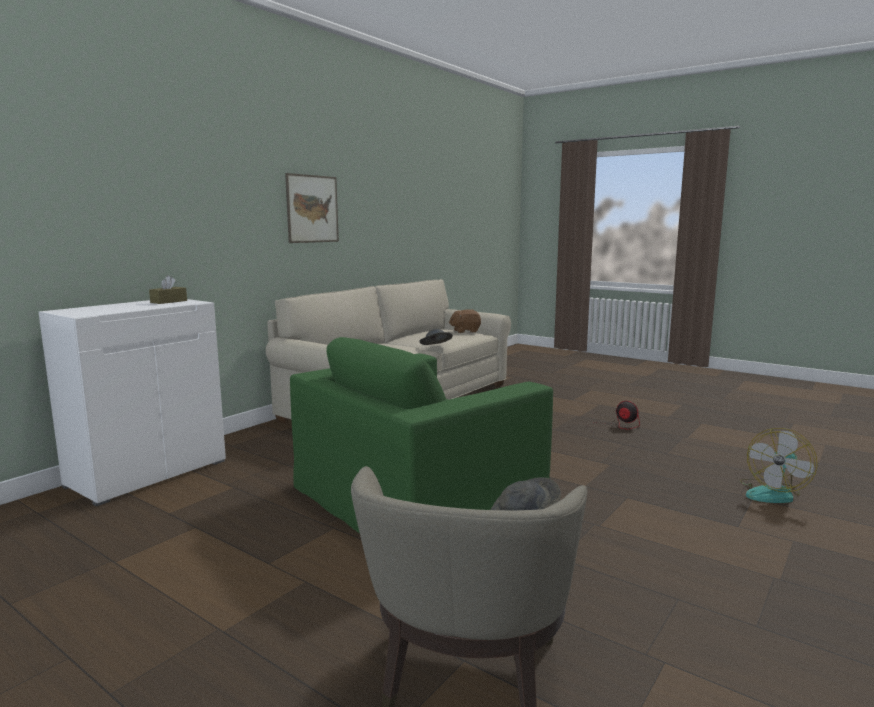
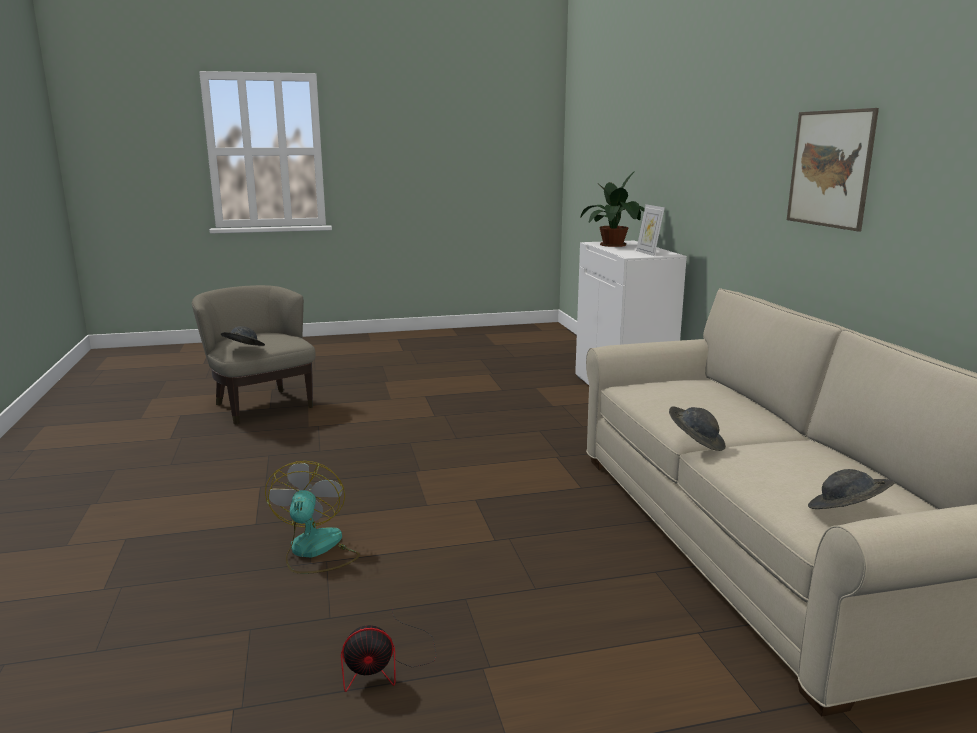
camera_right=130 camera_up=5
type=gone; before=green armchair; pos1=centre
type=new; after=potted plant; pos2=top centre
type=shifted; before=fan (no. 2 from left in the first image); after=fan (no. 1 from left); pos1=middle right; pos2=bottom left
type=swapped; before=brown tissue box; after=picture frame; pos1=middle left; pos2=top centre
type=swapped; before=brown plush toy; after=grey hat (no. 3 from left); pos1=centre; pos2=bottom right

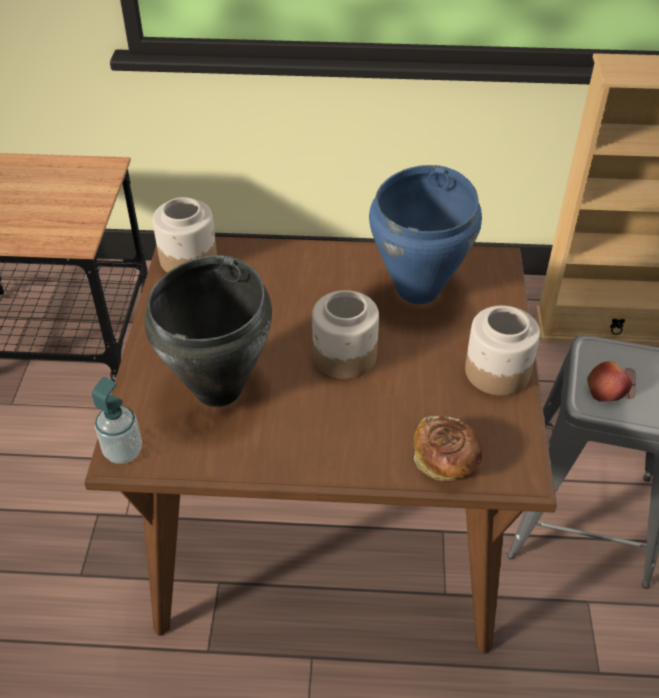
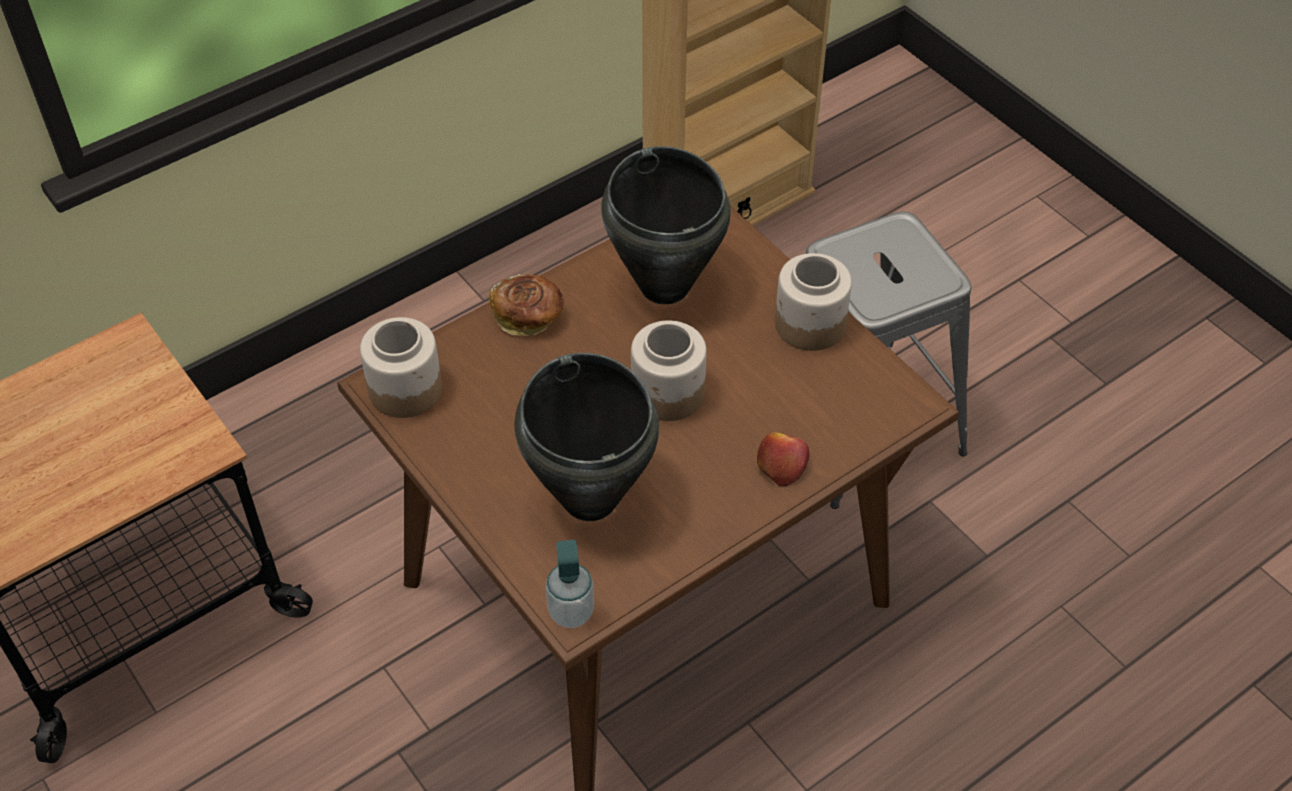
camera_right=-40 camera_up=5
type=shifted; before=bread; pos1=middle right; pos2=centre
type=shifted; before=apple; pos1=middle right; pos2=centre
type=repainted; before=blue cooking pot; after=black cooking pot (no. 2 from left); pos1=centre; pos2=top centre

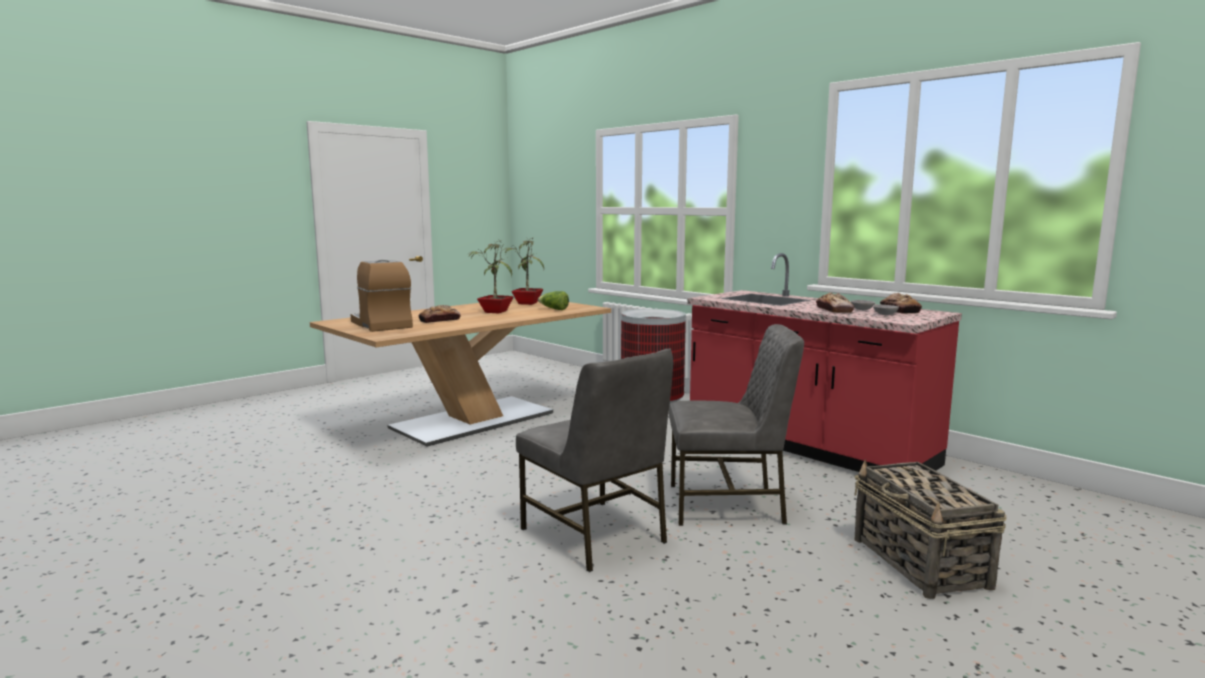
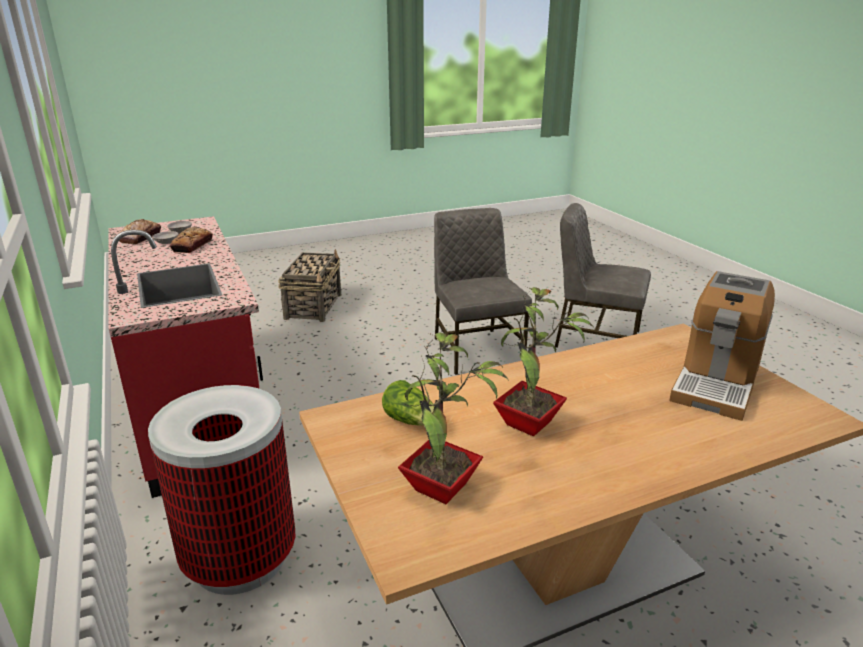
camera_right=-160 camera_up=15
type=gone; before=bread (no. 1 from left); pos1=centre
type=shifted; before=grey chair (no. 2 from left); pos1=centre; pos2=middle right
type=rotated; before=coffee machine; pos1=middle left; pos2=middle right; turn=45

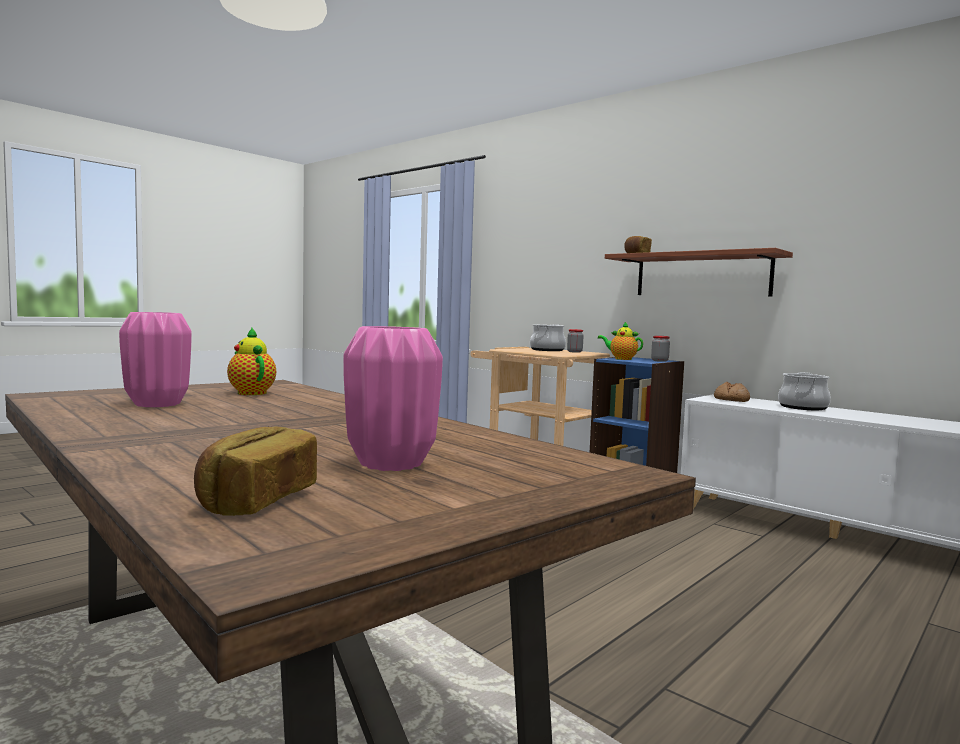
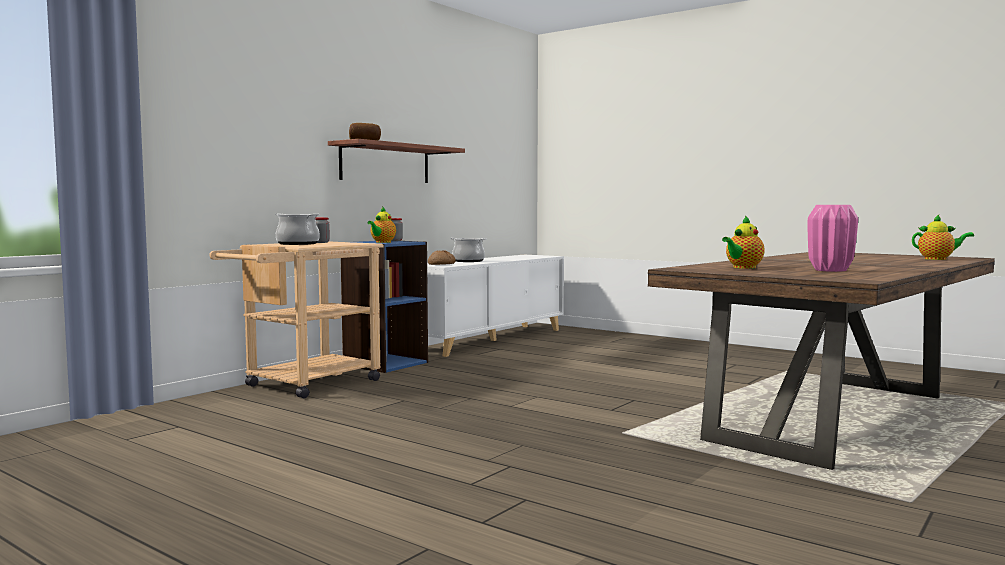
camera_right=-95 camera_up=0
type=gone; before=pink vase (no. 2 from left); pos1=centre
type=swapped; before=bread (no. 1 from left); after=teapot (no. 3 from left); pos1=middle left; pos2=middle right

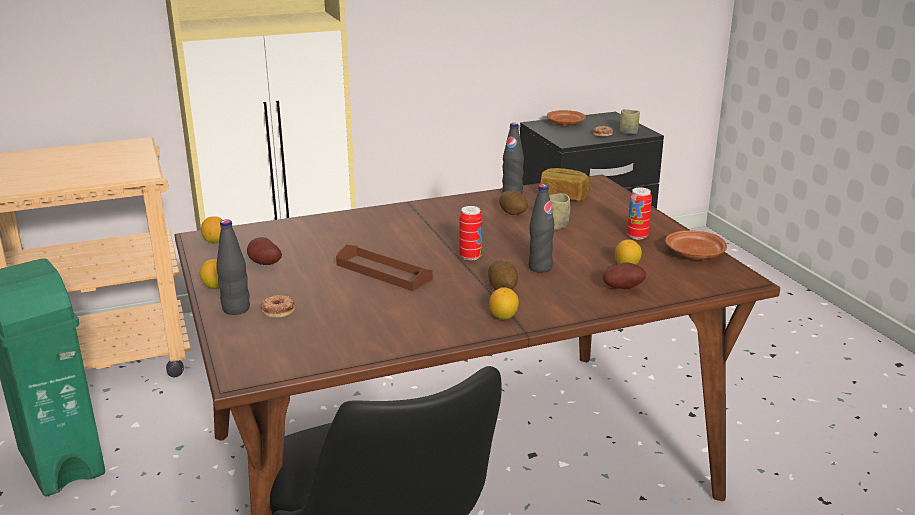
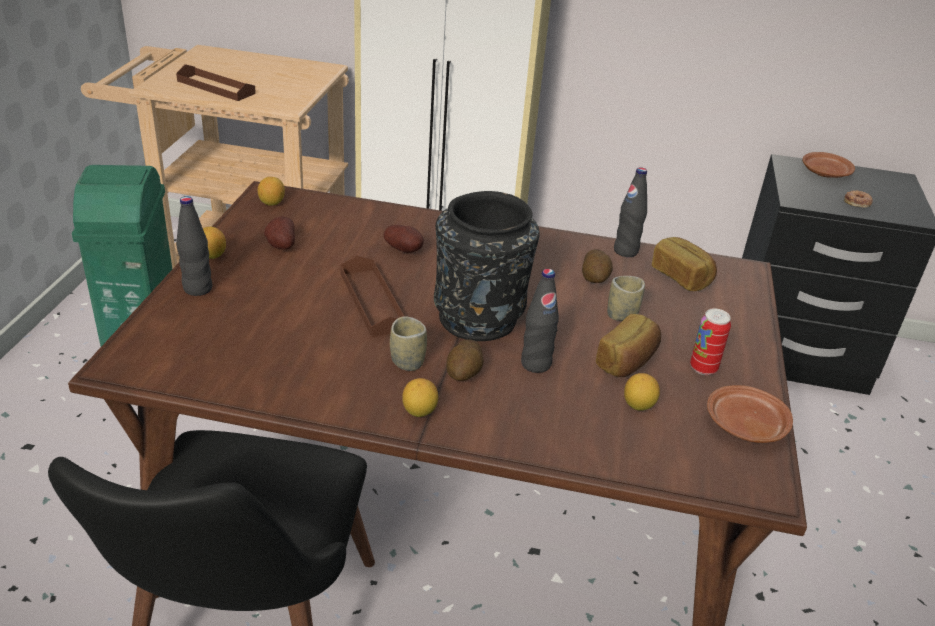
camera_right=30 camera_up=10
type=gone; before=donut (no. 1 from left); pos1=middle left
type=new; after=brown tray (no. 1 from left); pos2=top left
type=new; after=bread (no. 1 from left); pos2=middle right
type=shifted; before=potato (no. 4 from left in the first image); after=potato (no. 2 from left); pos1=middle right; pos2=centre
type=shifted; before=cup (no. 2 from left in the first image); after=cup (no. 1 from left); pos1=top right; pos2=centre
type=swapped; before=can (no. 1 from left); after=black vase; pos1=centre; pos2=centre

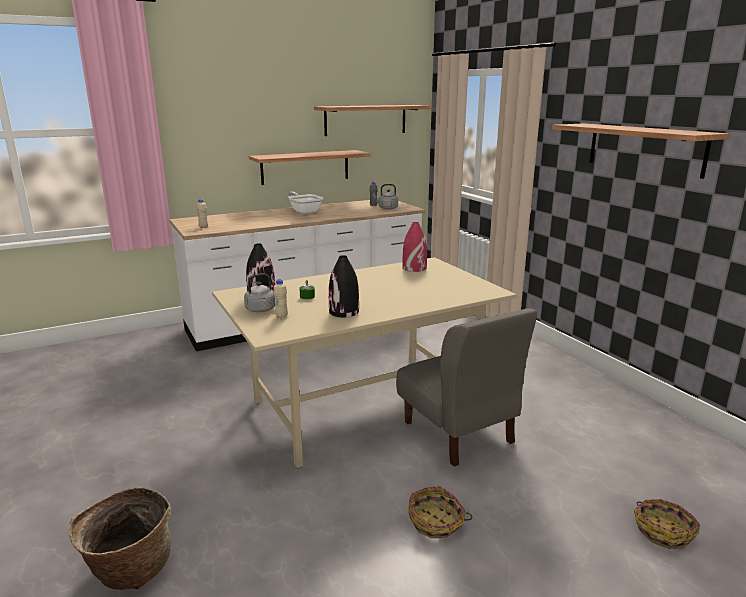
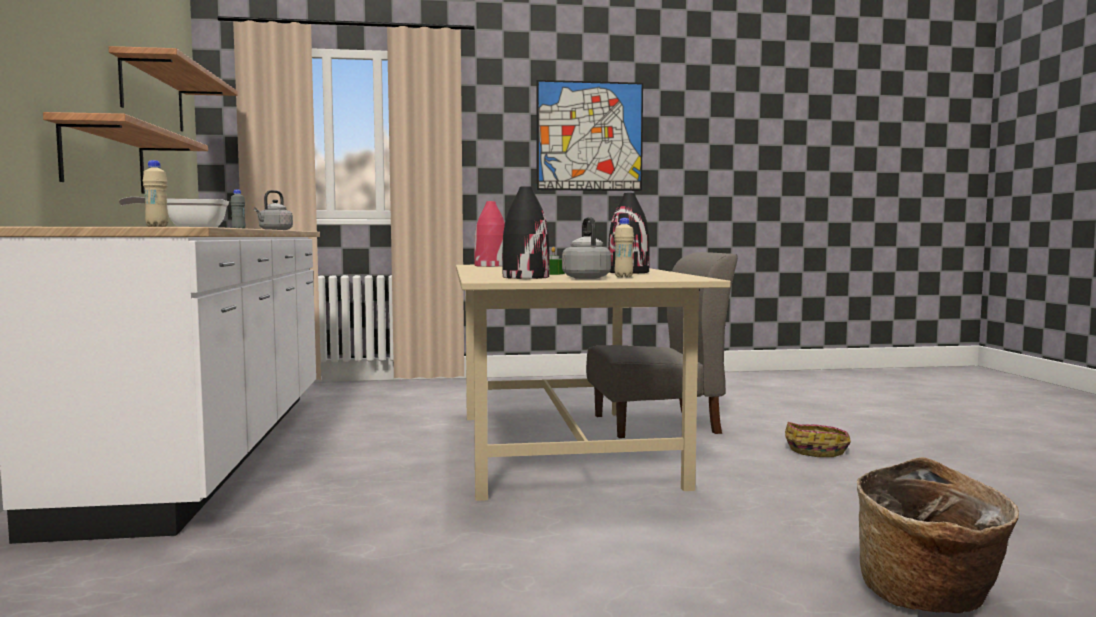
camera_right=-70 camera_up=-15
type=gone; before=basket (no. 3 from left); pos1=bottom right
type=swapped; before=shelf (no. 3 from left); after=picture; pos1=top right; pos2=top centre

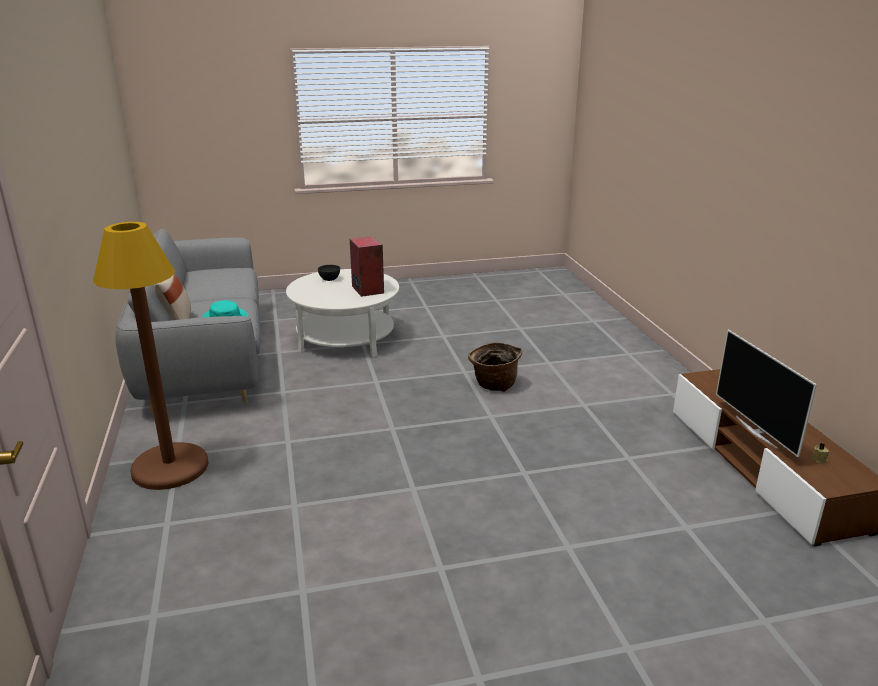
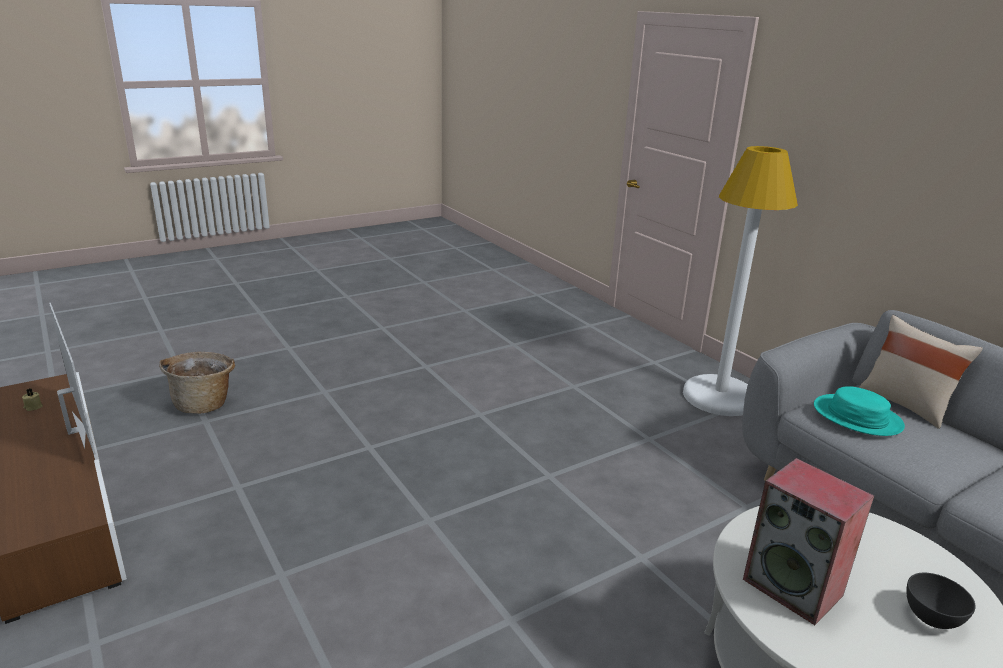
camera_right=160 camera_up=0
type=shifted; before=basket; pos1=centre; pos2=middle left
type=repainted; before=brown floor lamp; after=white floor lamp; pos1=middle left; pos2=middle right

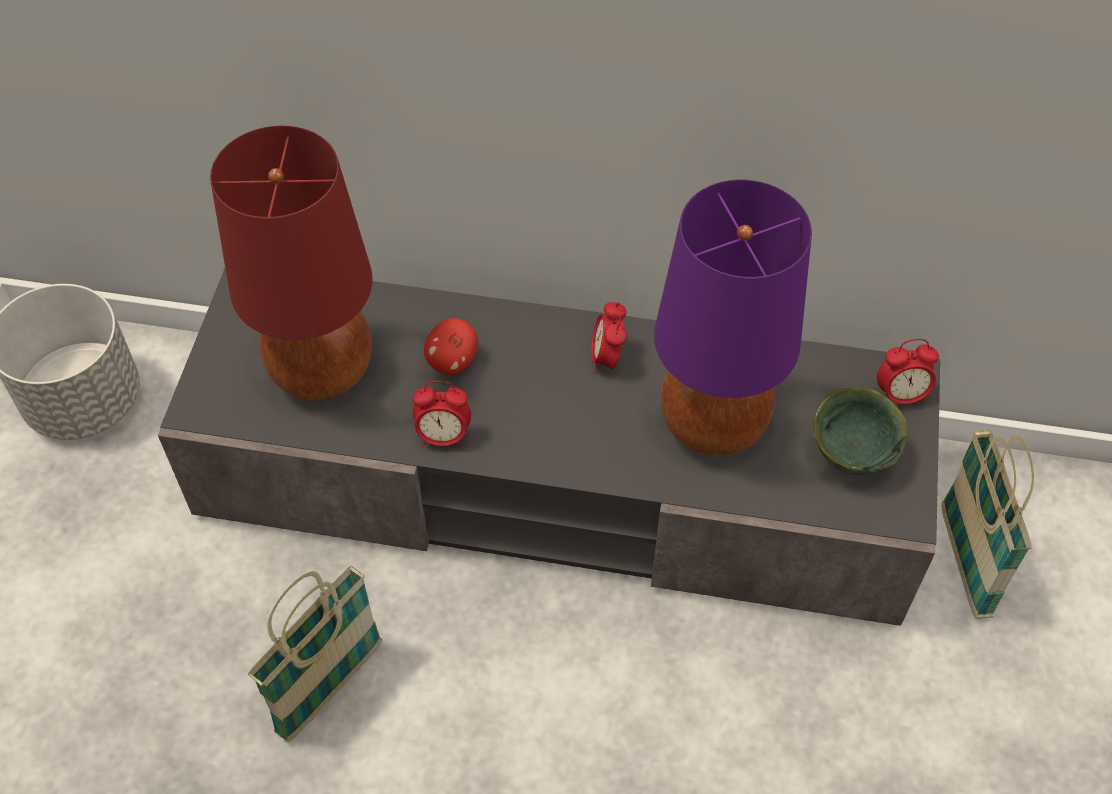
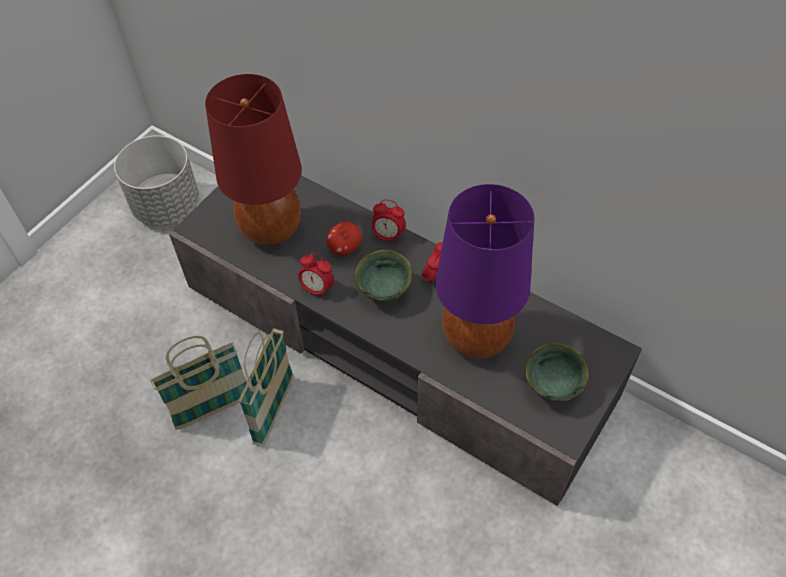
camera_right=25 camera_up=0
type=new; after=green bowl (no. 1 from left); pos2=centre
type=shifted; before=alarm clock (no. 3 from left in the first image); after=alarm clock (no. 2 from left); pos1=middle right; pos2=centre
type=shifted; before=basket (no. 2 from left); pos1=middle right; pos2=bottom centre

